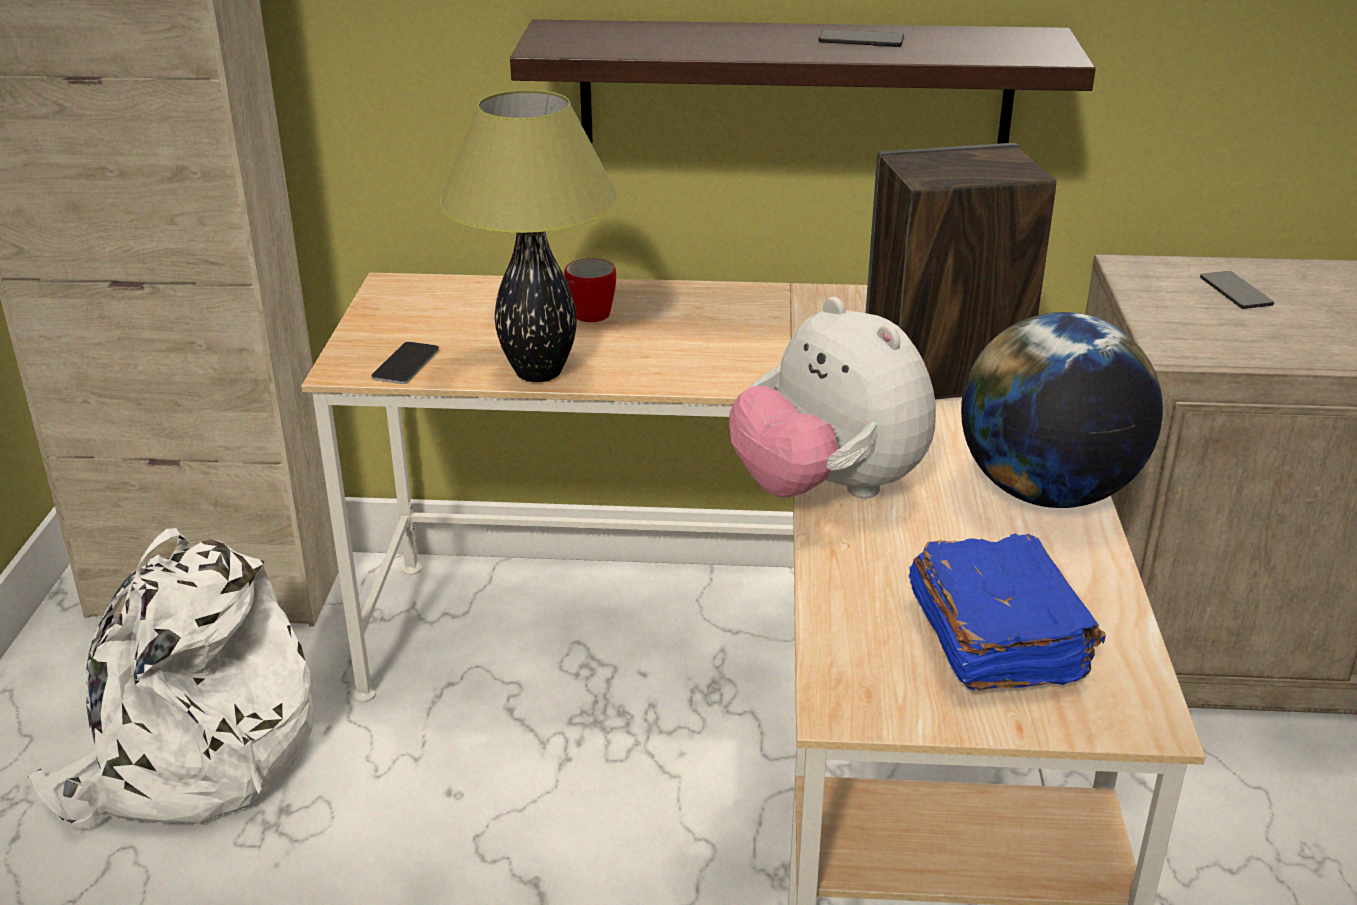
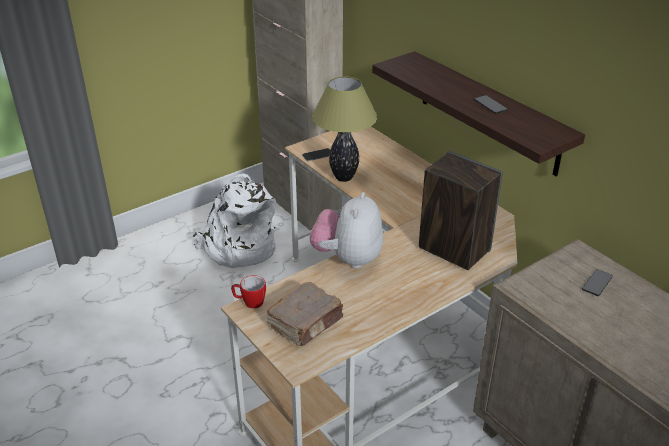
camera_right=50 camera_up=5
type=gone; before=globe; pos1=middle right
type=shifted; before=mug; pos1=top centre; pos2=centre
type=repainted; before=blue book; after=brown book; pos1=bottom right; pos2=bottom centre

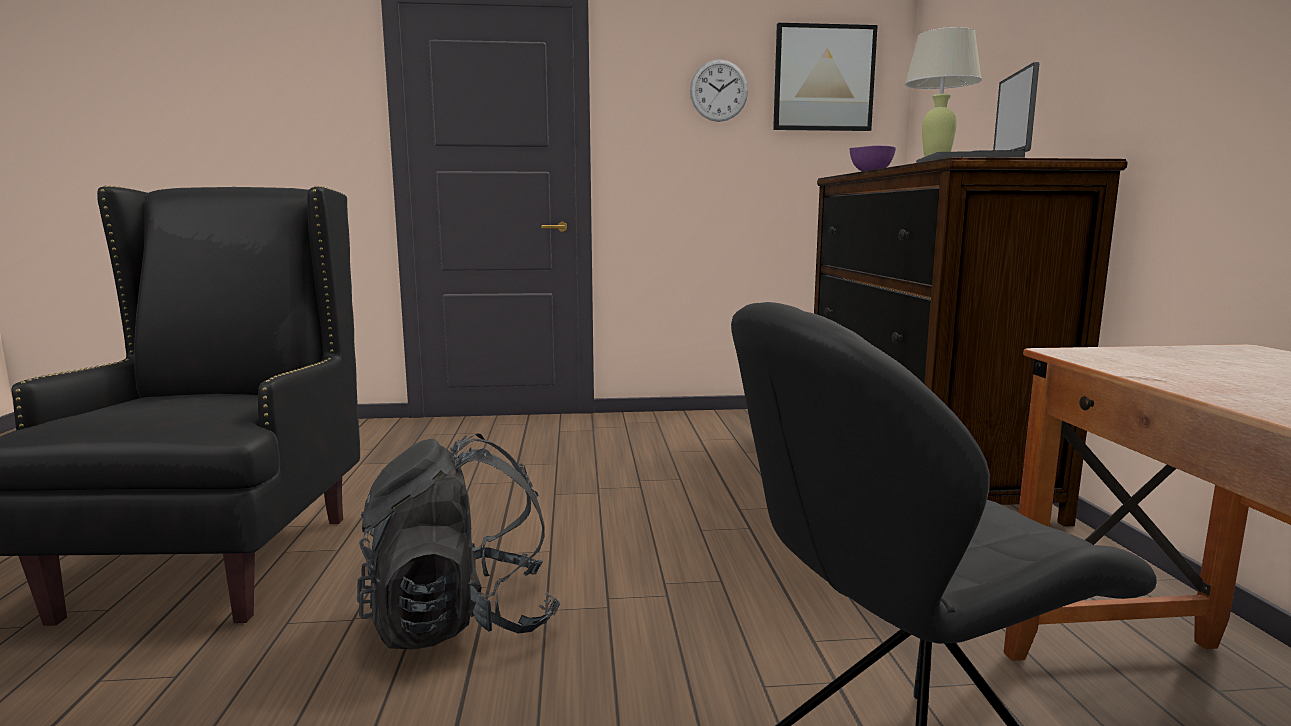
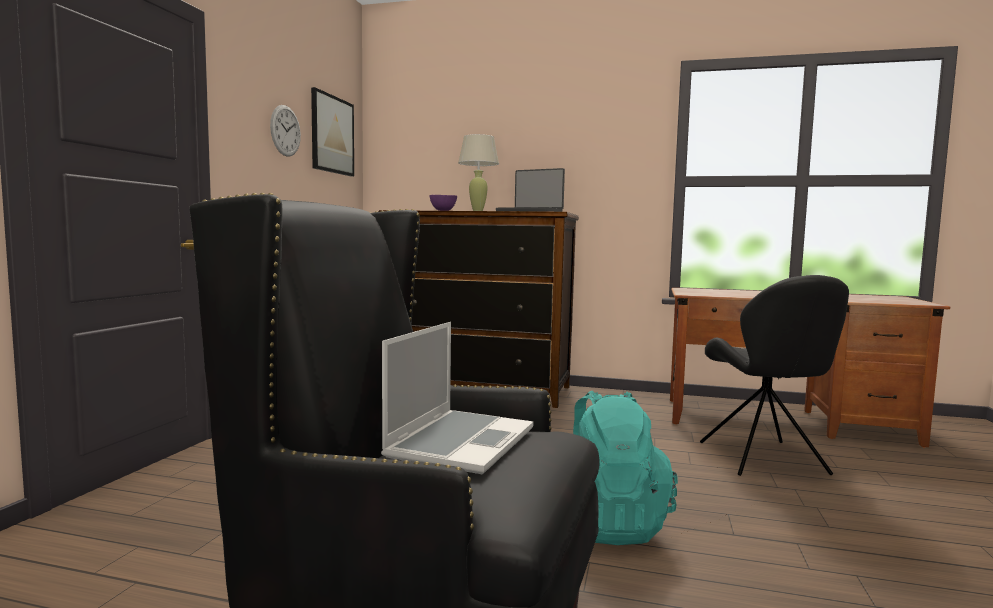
camera_right=-70 camera_up=-5
type=new; after=laptop (no. 1 from left); pos2=centre
type=repainted; before=black backpack; after=turquoise backpack; pos1=bottom centre; pos2=bottom centre

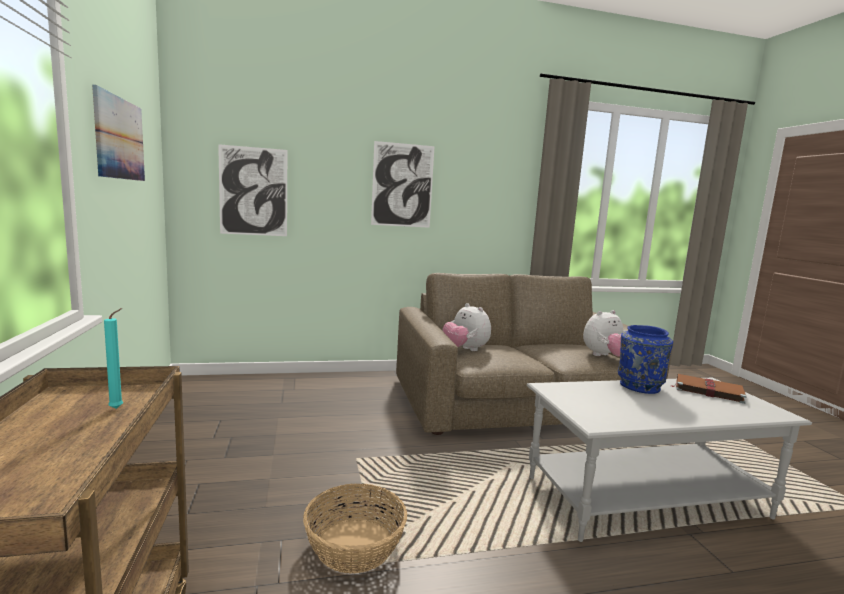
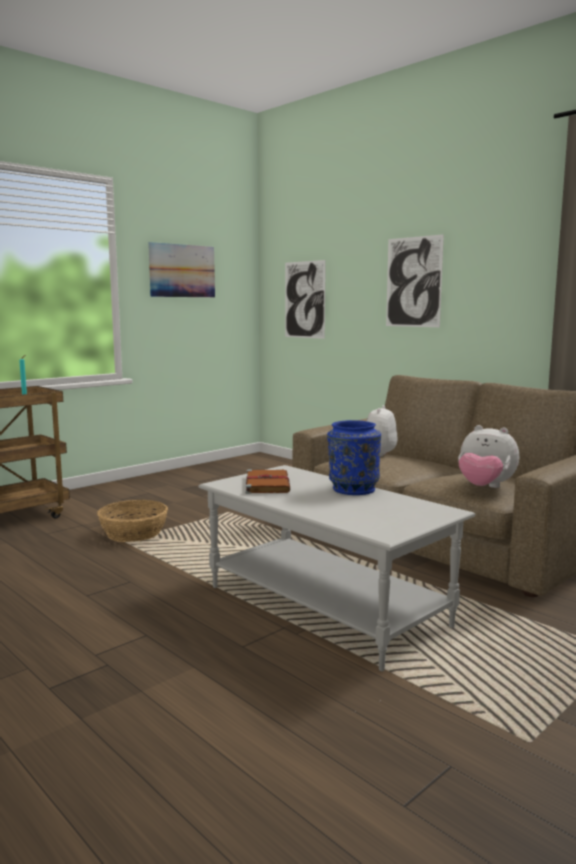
camera_right=60 camera_up=0
type=shifted; before=brown book; pos1=middle right; pos2=centre

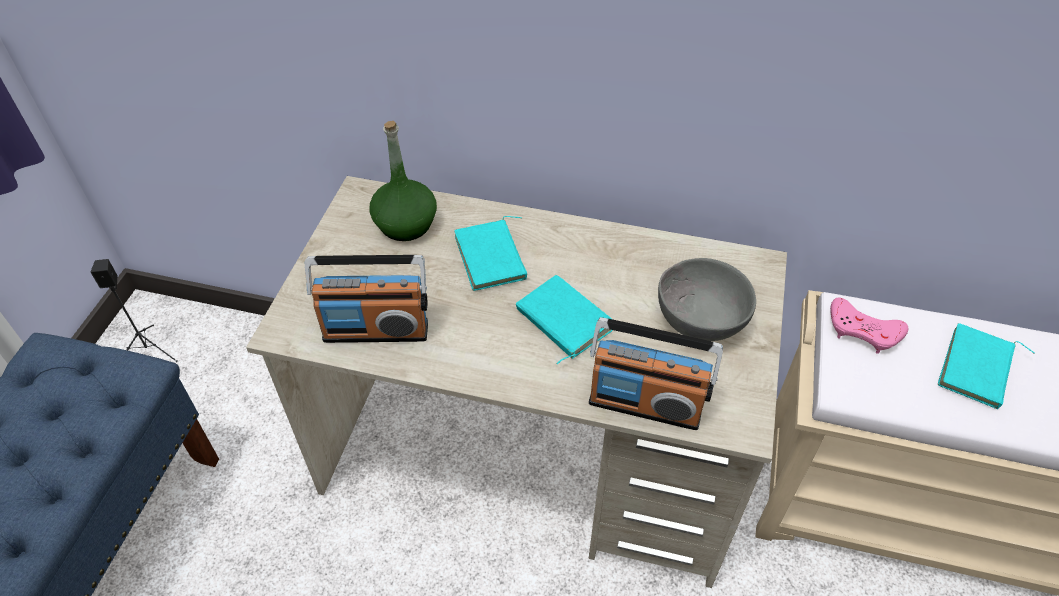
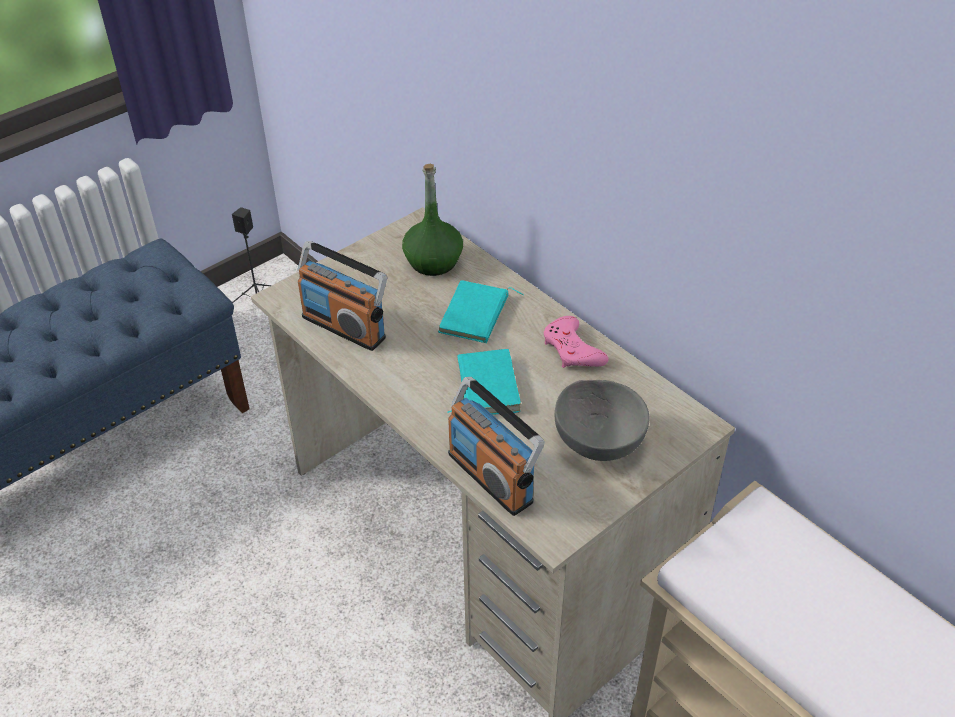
camera_right=35 camera_up=-5
type=gone; before=turquoise book (no. 3 from left); pos1=middle right
type=shifted; before=pink game controller; pos1=middle right; pos2=centre

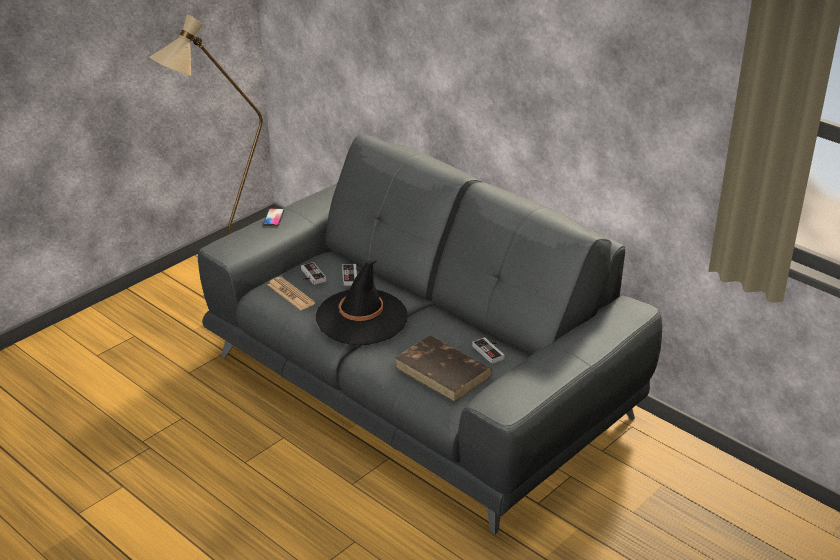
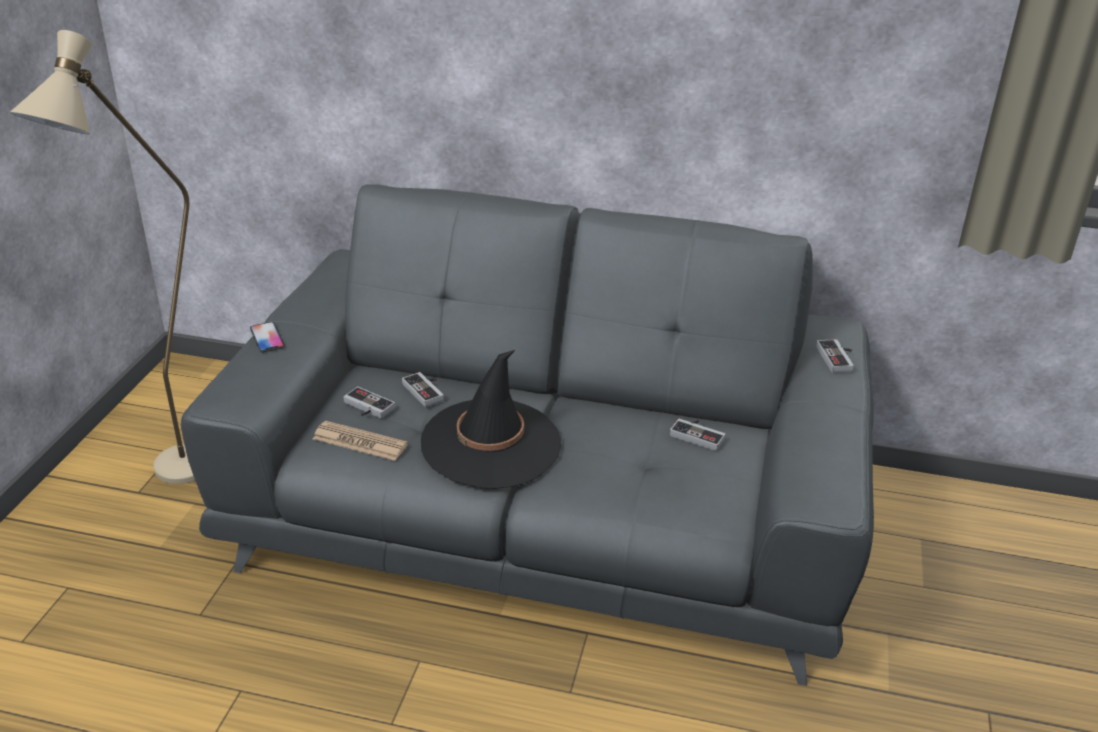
camera_right=-30 camera_up=0
type=gone; before=brown book; pos1=centre
type=new; after=game controller (no. 4 from left); pos2=middle right

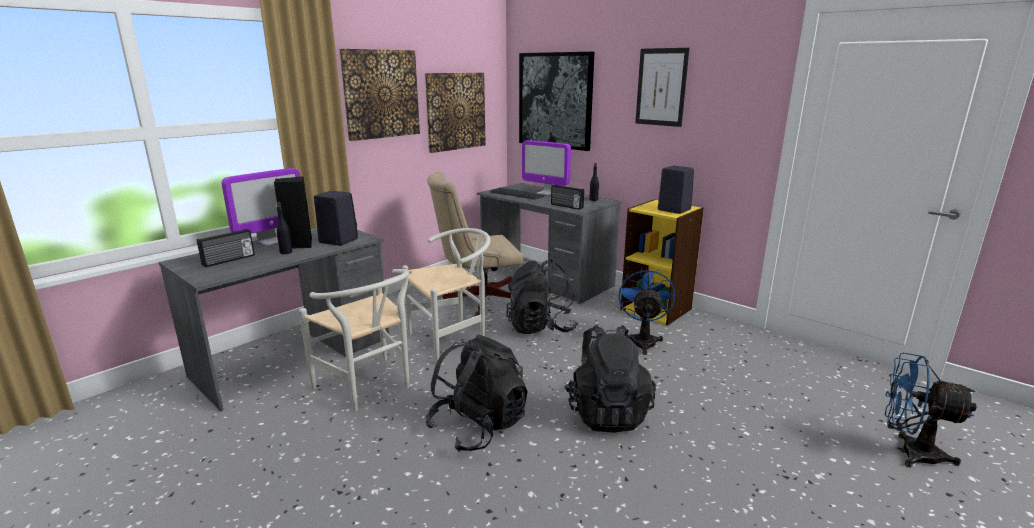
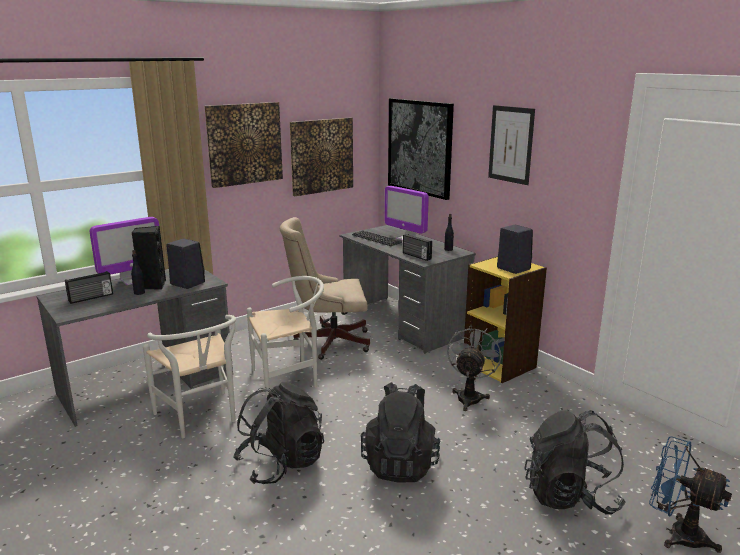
camera_right=10 camera_up=0
type=shifted; before=black backpack (no. 2 from left in the first image); after=black backpack (no. 3 from left); pos1=centre; pos2=bottom right
type=repainted; before=blue fan (no. 1 from left); after=grey fan; pos1=centre; pos2=centre

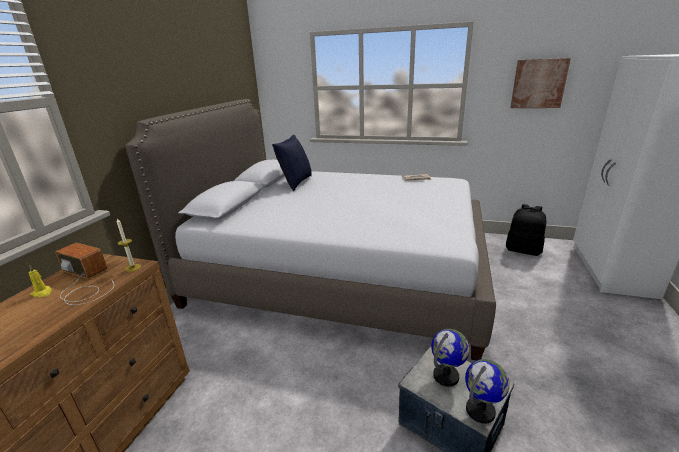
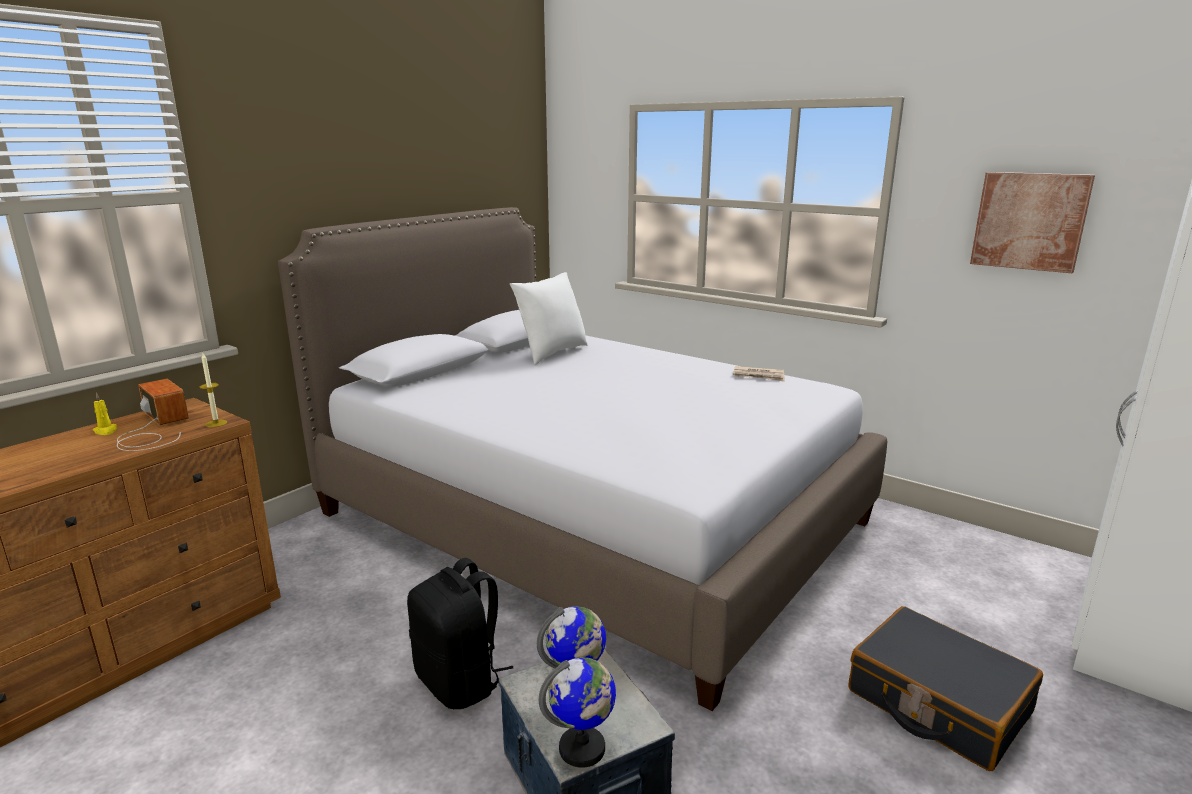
camera_right=20 camera_up=-5
type=new; after=black suitcase; pos2=bottom right
type=shifted; before=black backpack; pos1=middle right; pos2=bottom centre
type=repainted; before=blue pillow; after=white pillow; pos1=centre; pos2=centre

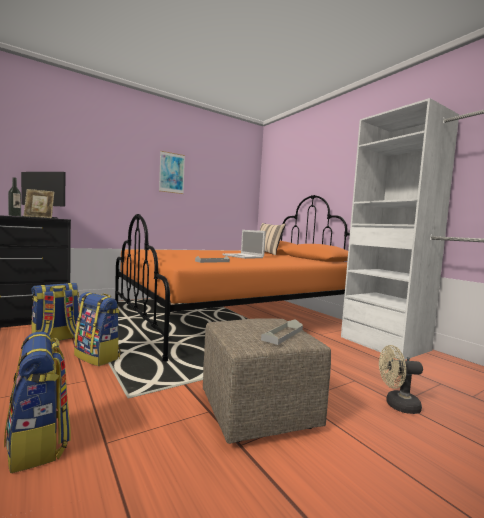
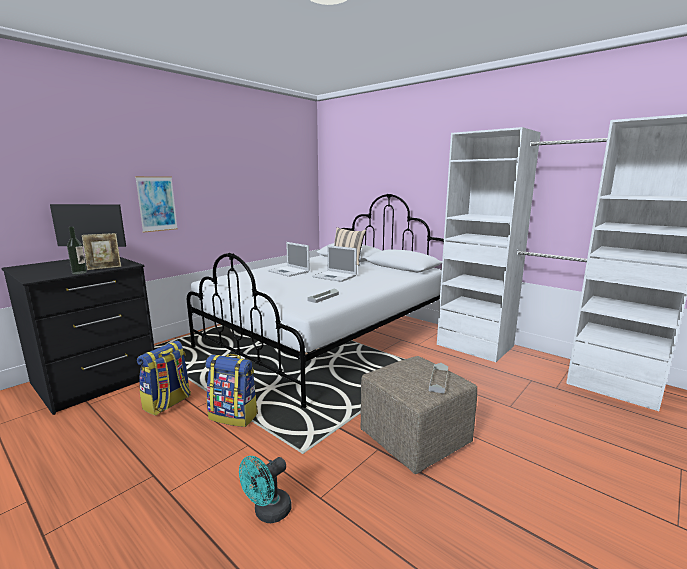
camera_right=-15 camera_up=10
type=gone; before=beige fan; pos1=bottom right
type=new; after=laptop (no. 1 from left); pos2=centre
type=shifted; before=picture; pos1=top centre; pos2=middle left
type=swapped; before=backpack (no. 1 from left); after=turquoise fan; pos1=bottom left; pos2=bottom centre
type=repainted; before=orange bed; after=white bed; pos1=centre; pos2=centre

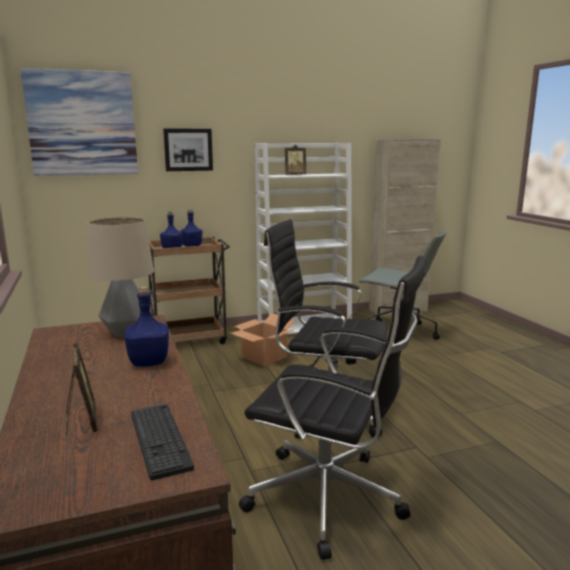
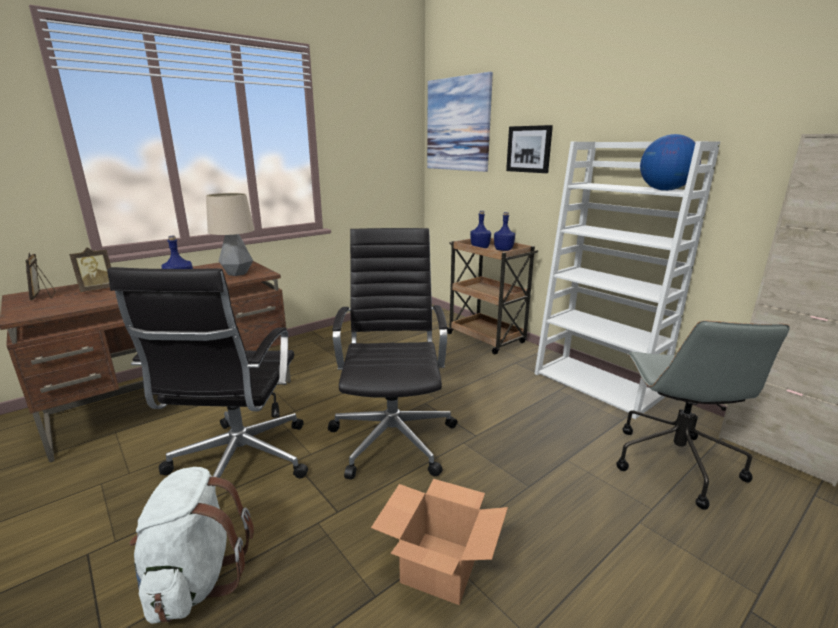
camera_right=70 camera_up=5
type=gone; before=keyboard; pos1=bottom left
type=new; after=white backpack; pos2=bottom left
type=new; after=globe; pos2=top right
type=shifted; before=cardboard box; pos1=centre; pos2=bottom centre
type=shifted; before=picture frame (no. 2 from left in the first image); after=picture frame (no. 1 from left); pos1=top centre; pos2=middle left

